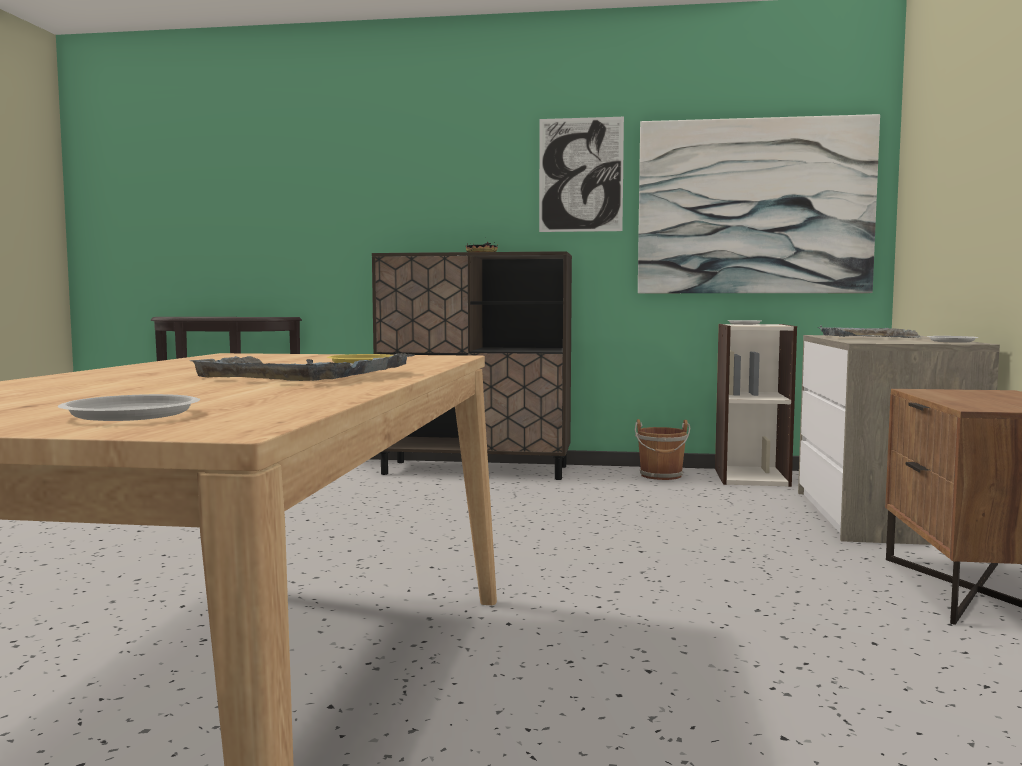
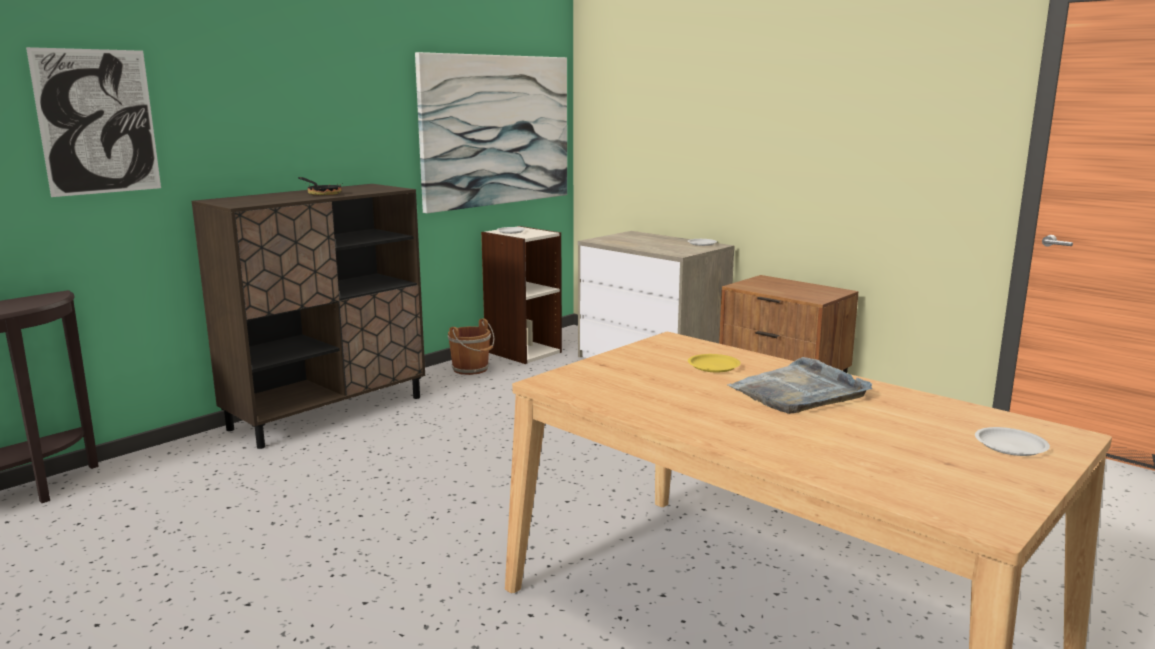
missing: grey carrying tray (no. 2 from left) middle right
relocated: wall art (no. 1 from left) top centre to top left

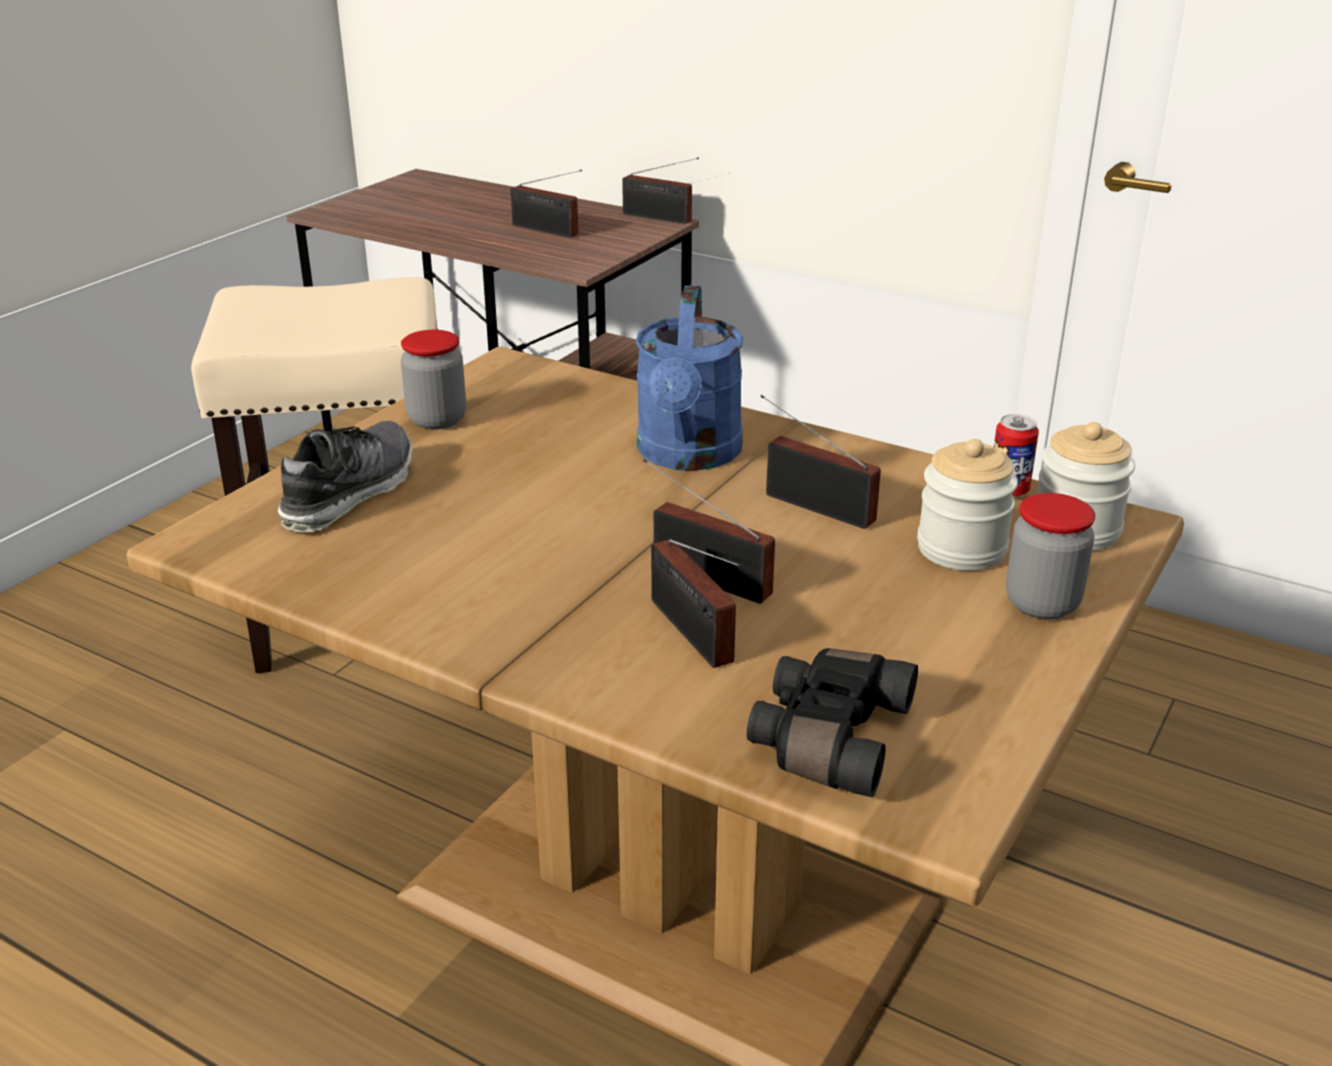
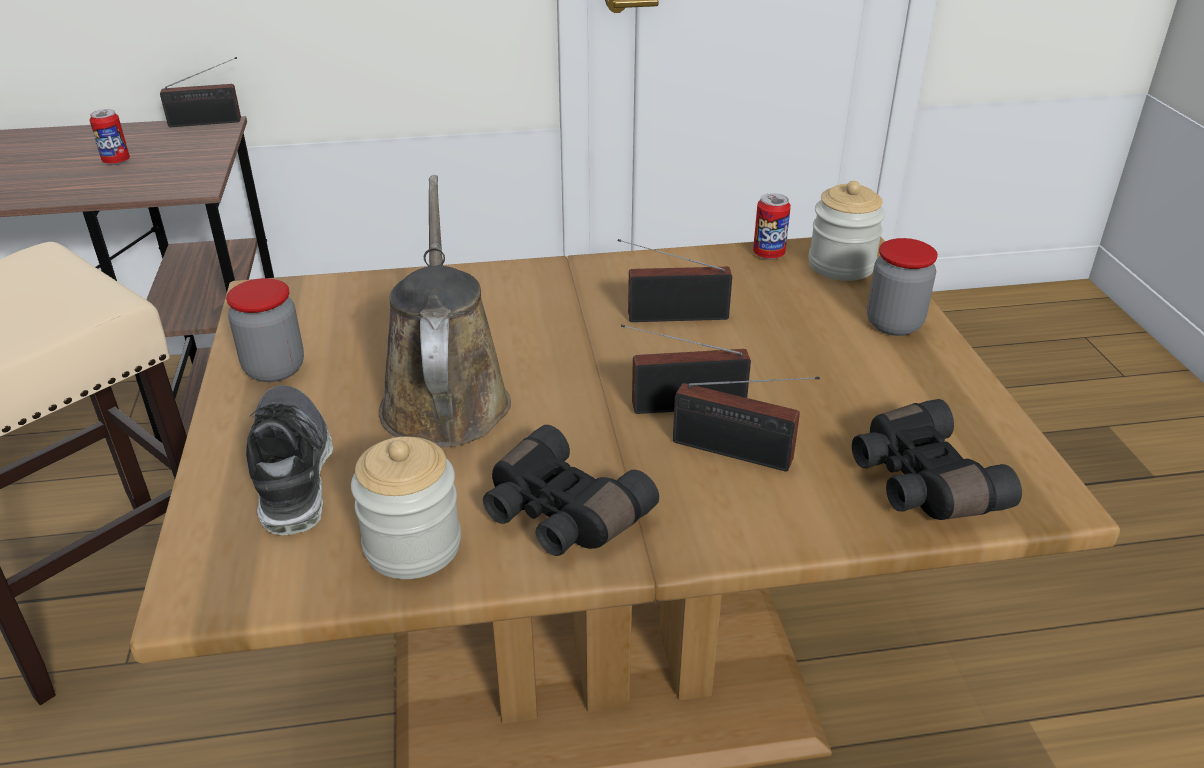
missing: bluish watering pot centre
appeared: brown-coloured watering pot centre; black-coloured pair of binoculars (no. 1 from left) centre
relocated: jar (no. 2 from left) middle right to centre
exchanged: radio (no. 1 from left) top centre to can (no. 1 from left) top left

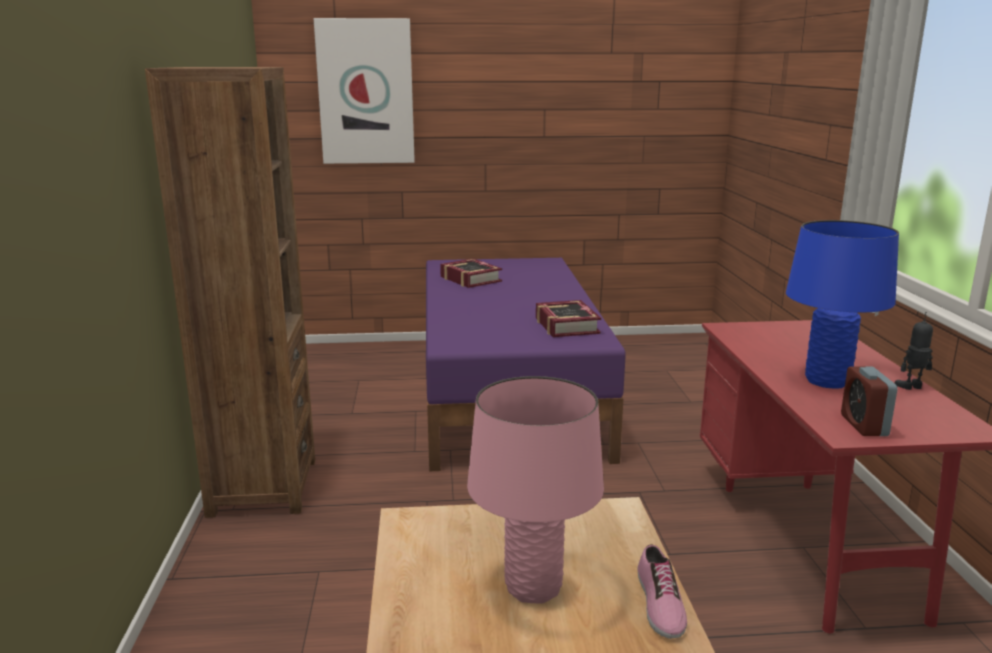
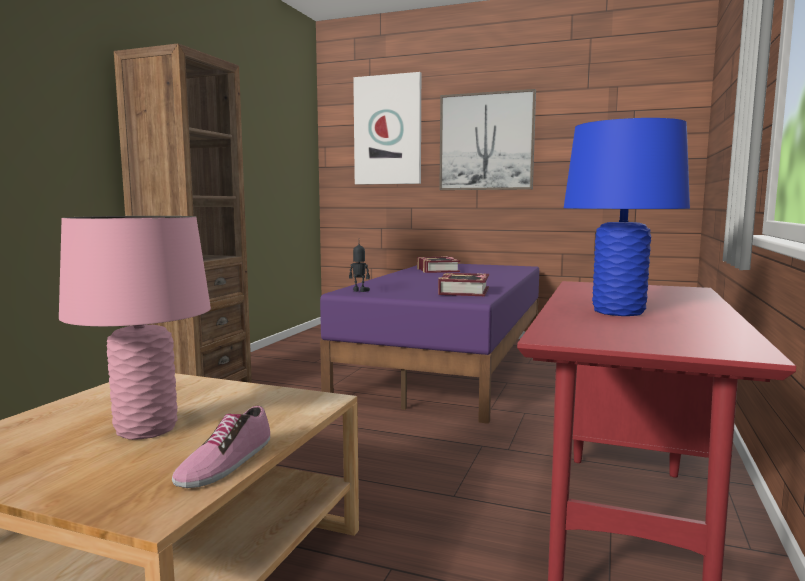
missing: bedside clock middle right
appeared: wall art (no. 2 from left) top centre
relocated: model robot middle right to centre

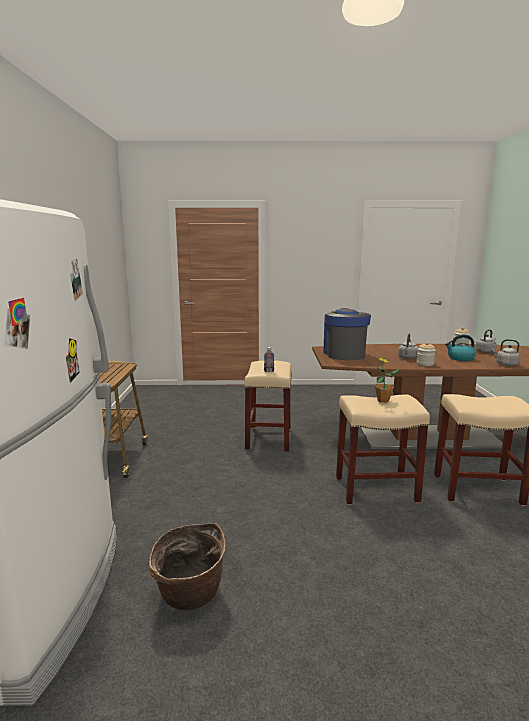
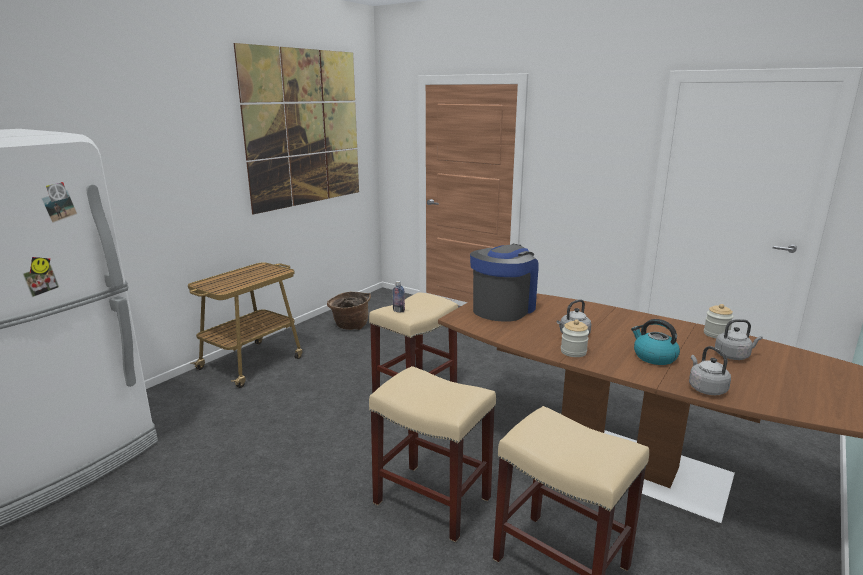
missing: houseplant middle right
appeared: wall art top centre
relocated: storage basket bottom centre to centre

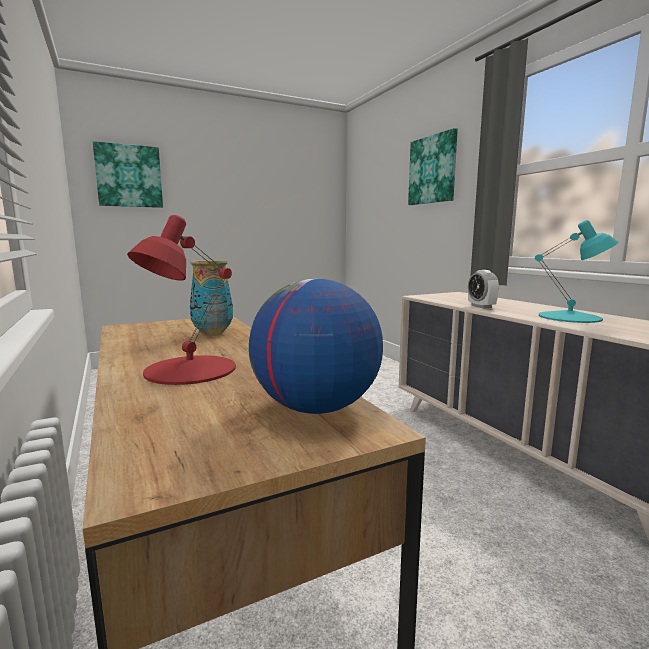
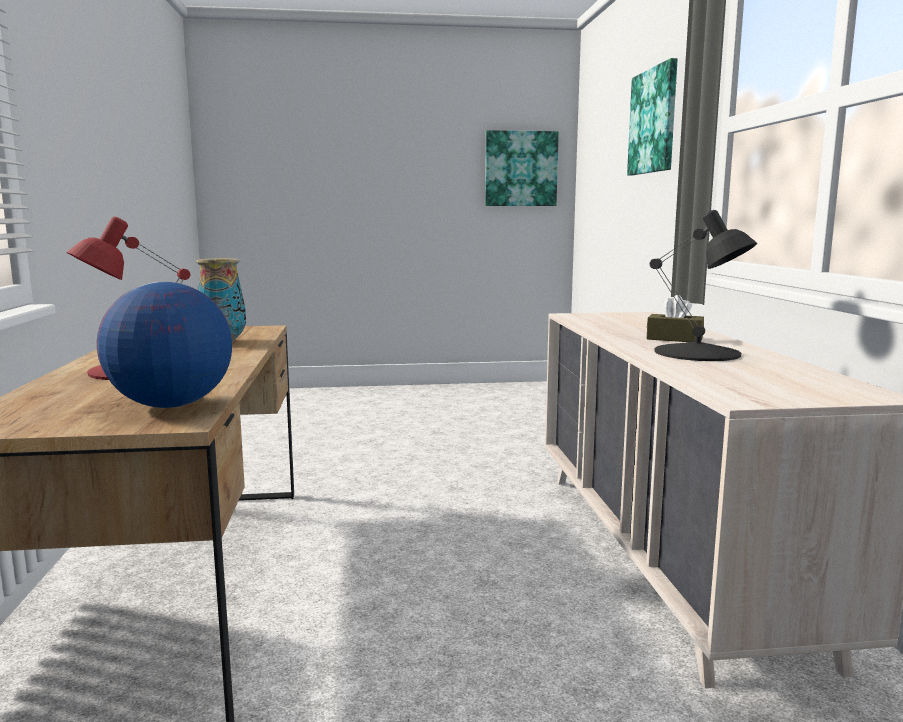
missing: bedside clock middle right
appeared: brown-coloured box of tissues middle right
relocated: wall art (no. 1 from left) top left to top centre
colour: turquoise-coloured tabletop lamp middle right to black-coloured tabletop lamp middle right

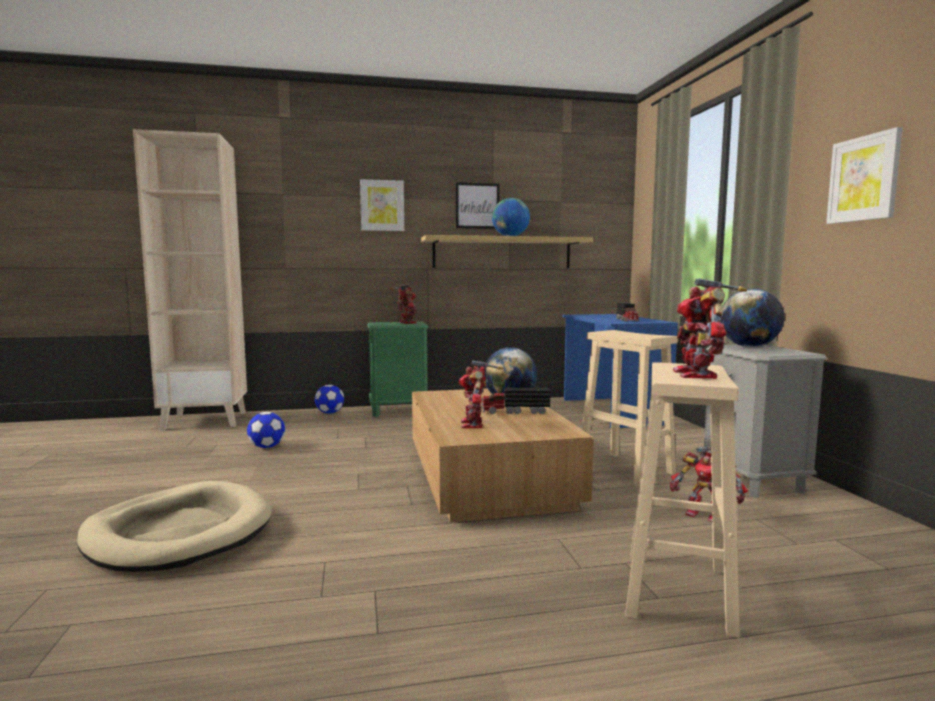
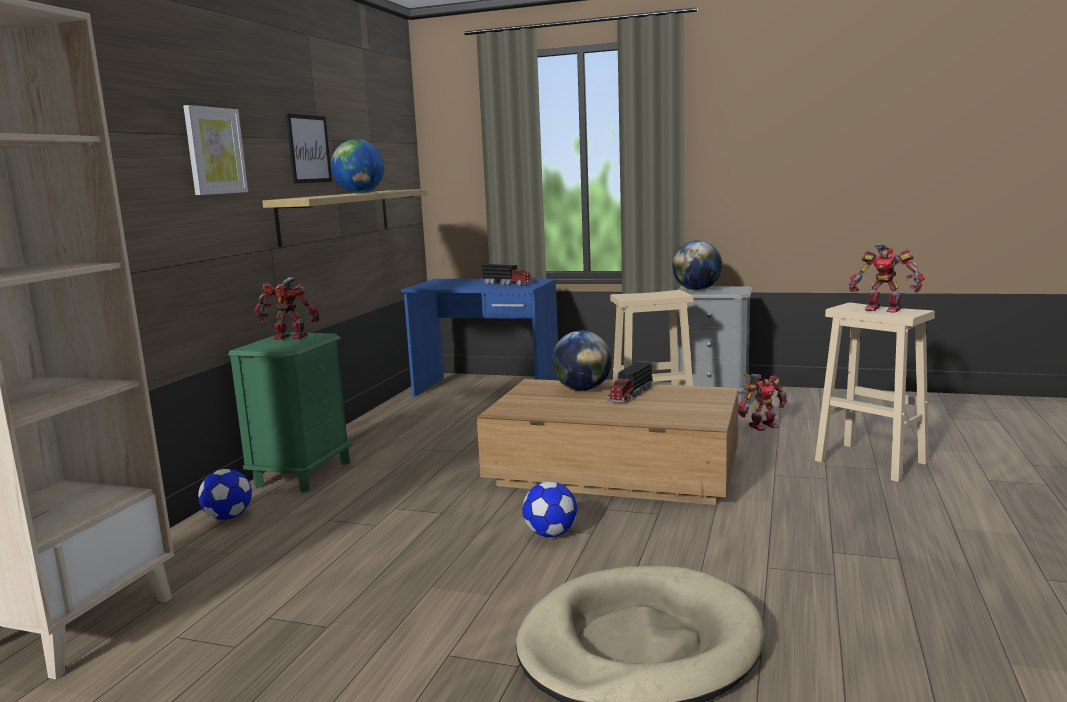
missing: wall art (no. 3 from left) top right; model robot (no. 2 from left) centre
relocated: football (no. 1 from left in the first image) middle left to football (no. 2 from left) bottom centre

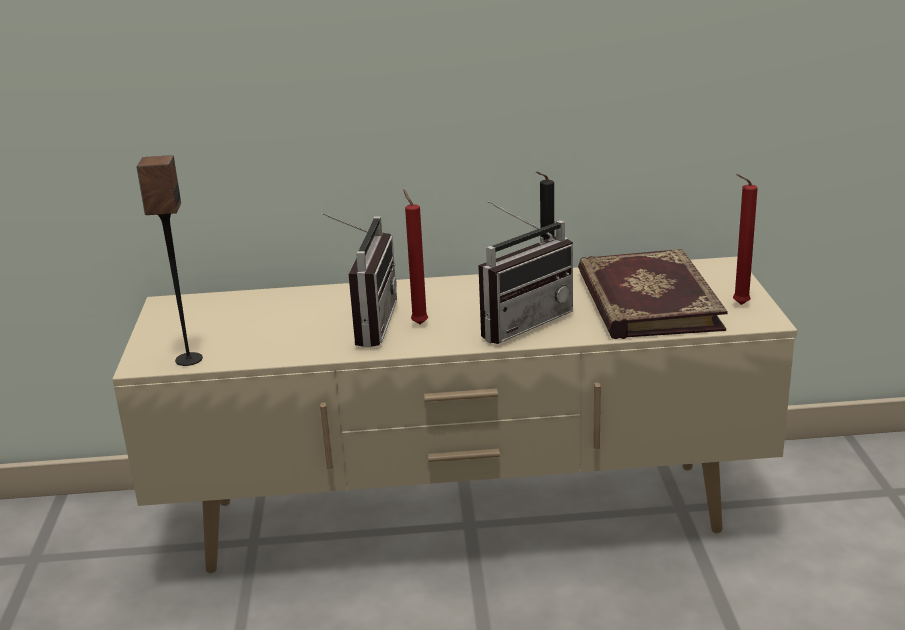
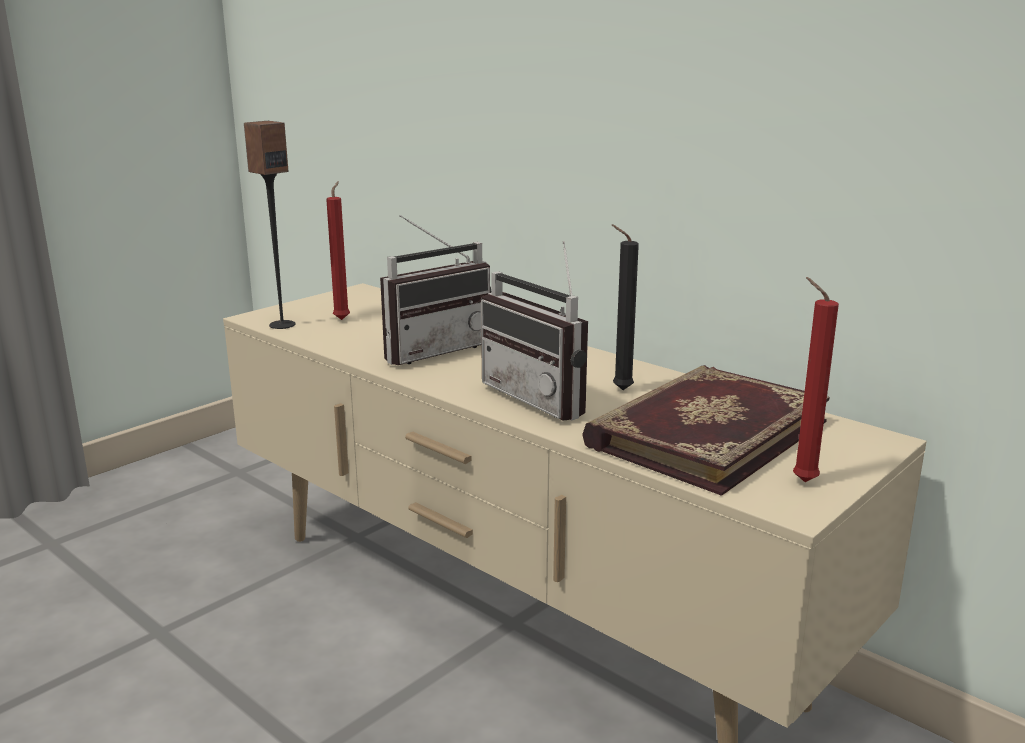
relocated: red-coloured candle (no. 1 from left) centre to middle left
spun: radio (no. 2 from left) centre = centre 45 degrees clockwise

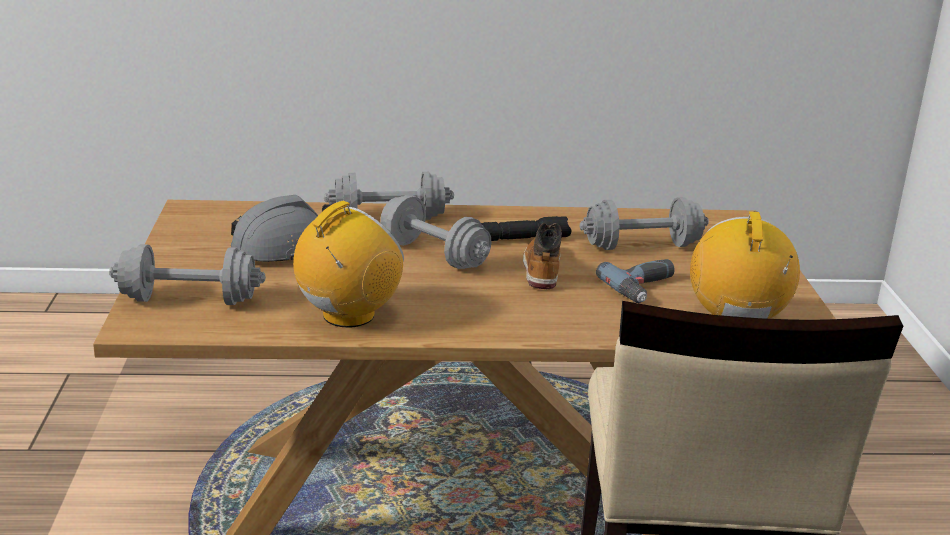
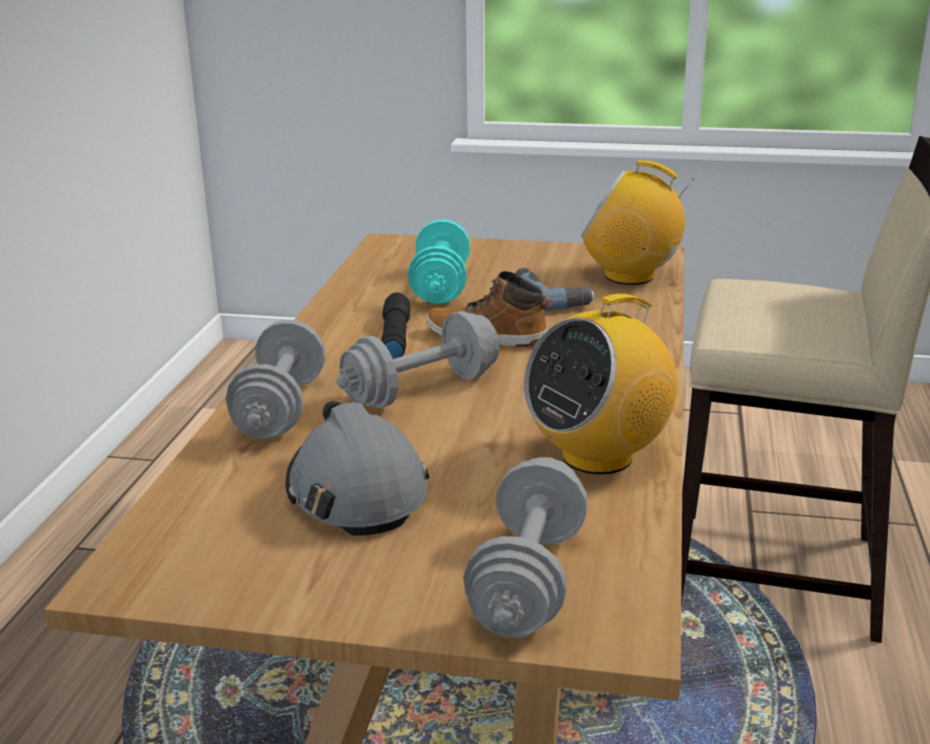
colour: grey dumbbell (no. 4 from left) middle right to turquoise-coloured dumbbell centre
spun: radio (no. 1 from left) centre = centre 90 degrees counterclockwise

